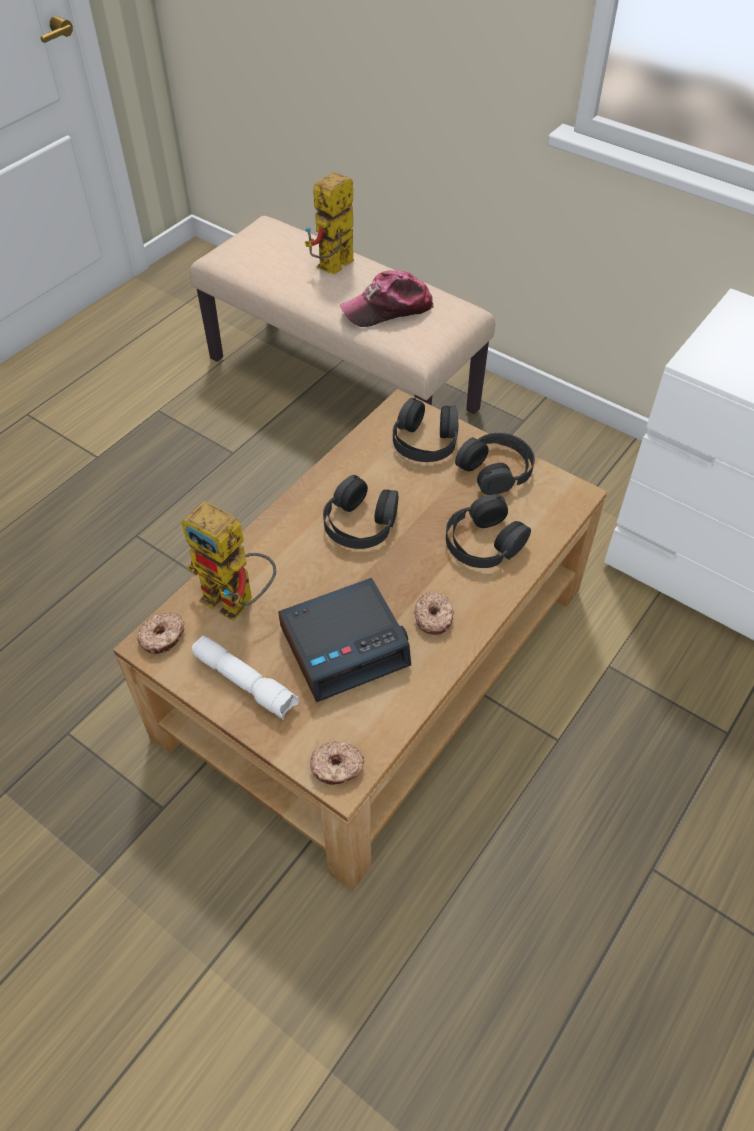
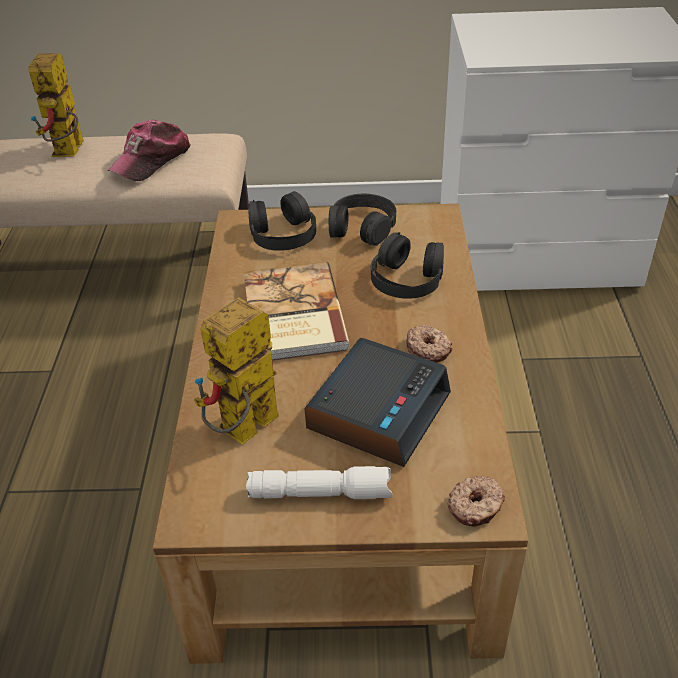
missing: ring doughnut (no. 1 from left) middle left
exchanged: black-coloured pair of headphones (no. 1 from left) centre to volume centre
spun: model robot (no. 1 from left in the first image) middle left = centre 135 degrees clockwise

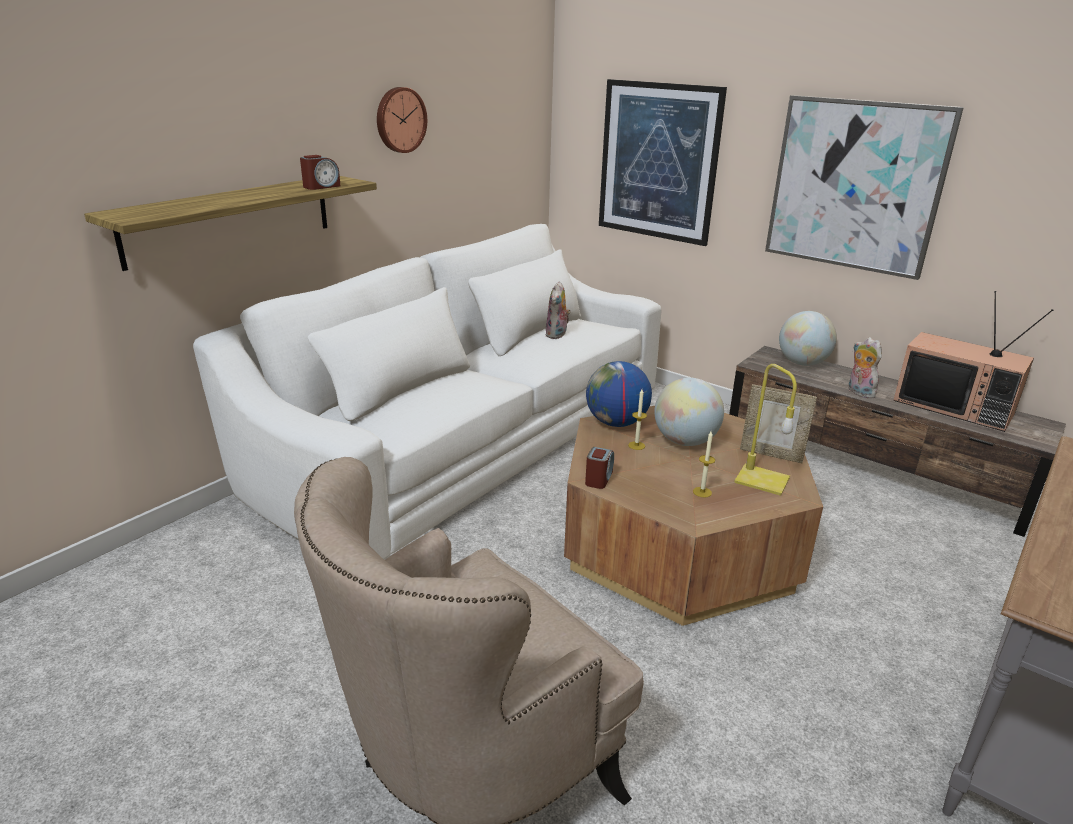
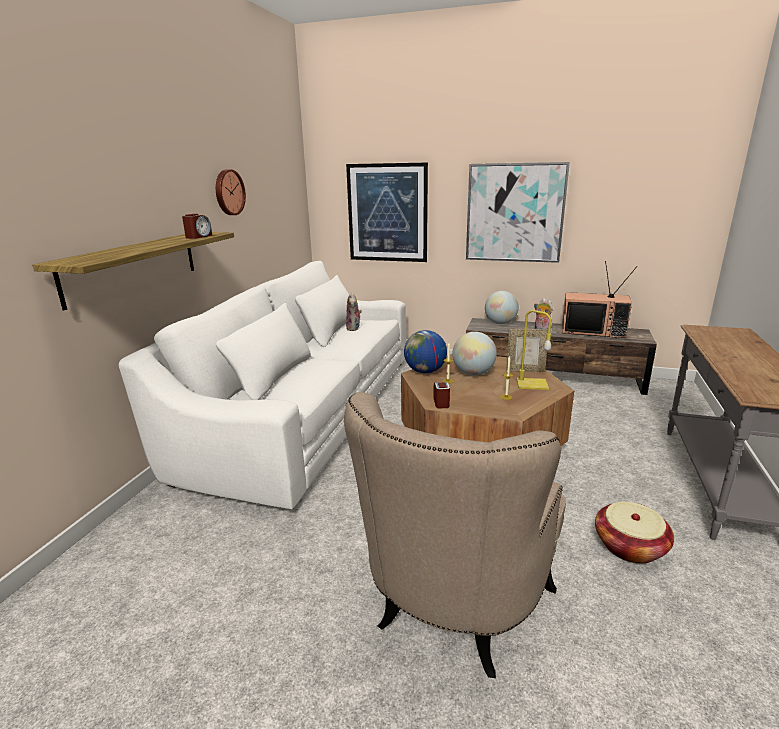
appeared: storage basket bottom right

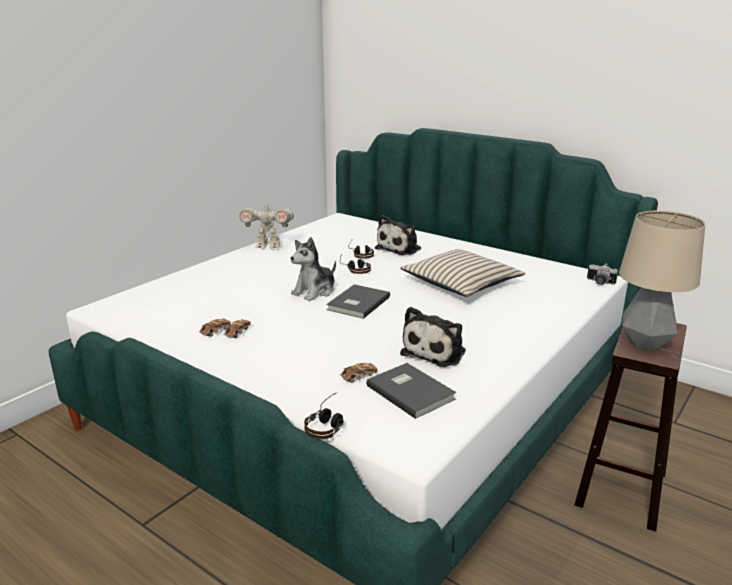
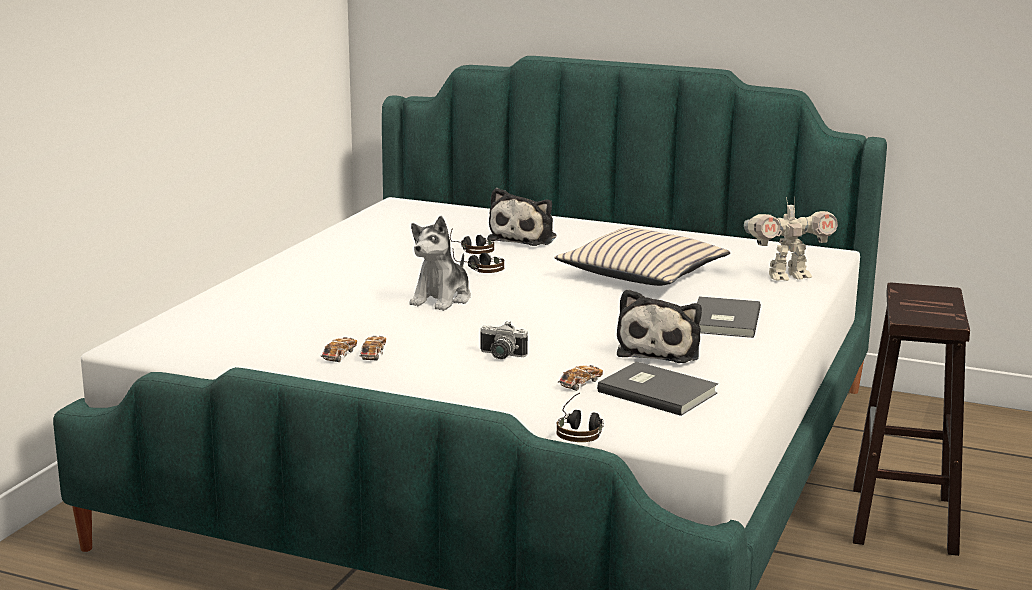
missing: tabletop lamp middle right
relocated: model robot centre to middle right; photo camera middle right to centre; grey volume (no. 1 from left in the first image) centre to grey volume (no. 2 from left) middle right

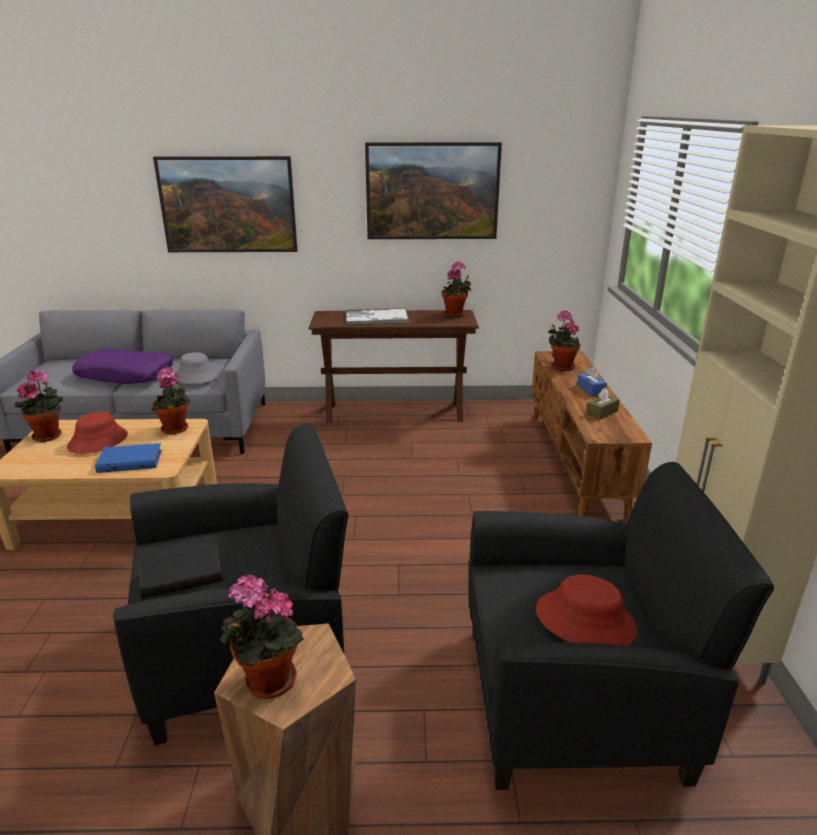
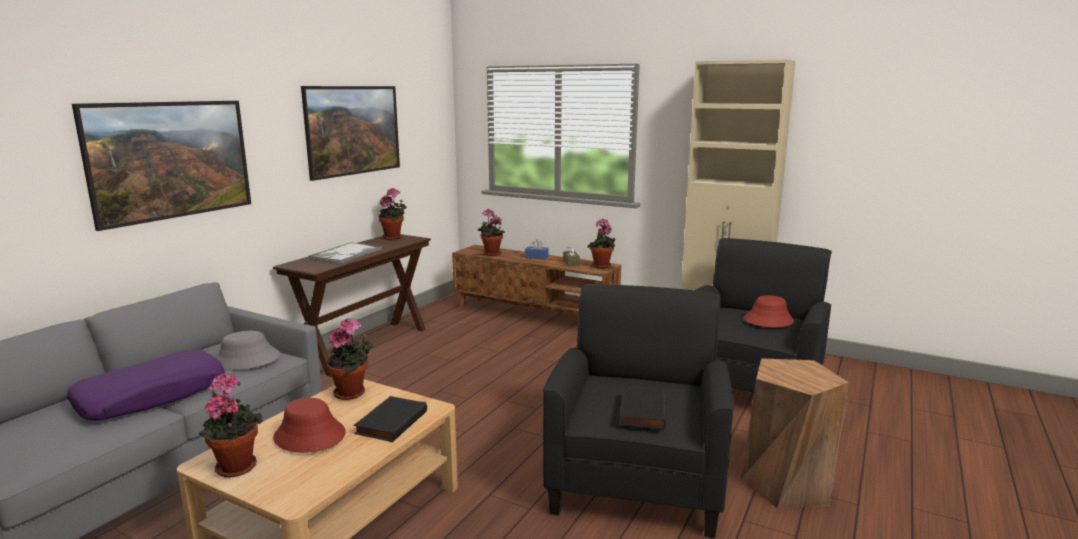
relocated: houseplant (no. 3 from left in the first image) bottom left to houseplant (no. 5 from left) centre
colour: bluish volume middle left to black-coloured volume (no. 1 from left) bottom centre

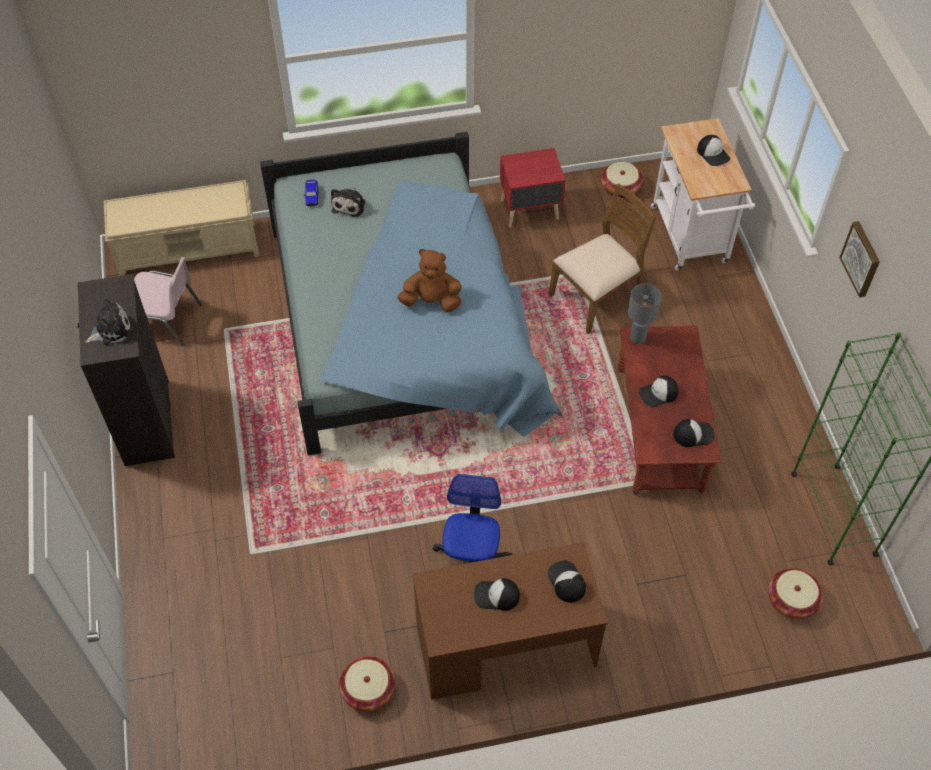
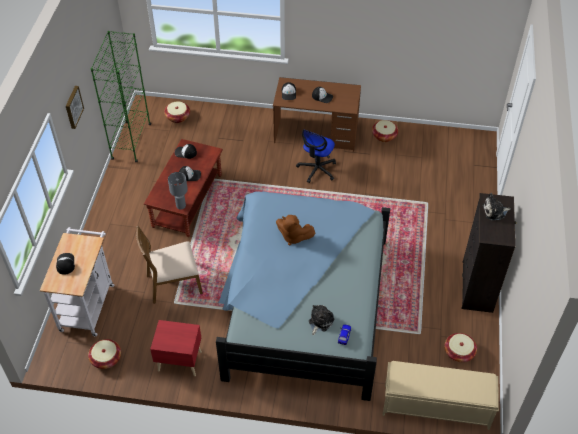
exchanged: pink chair middle left to storage basket (no. 4 from left) bottom right

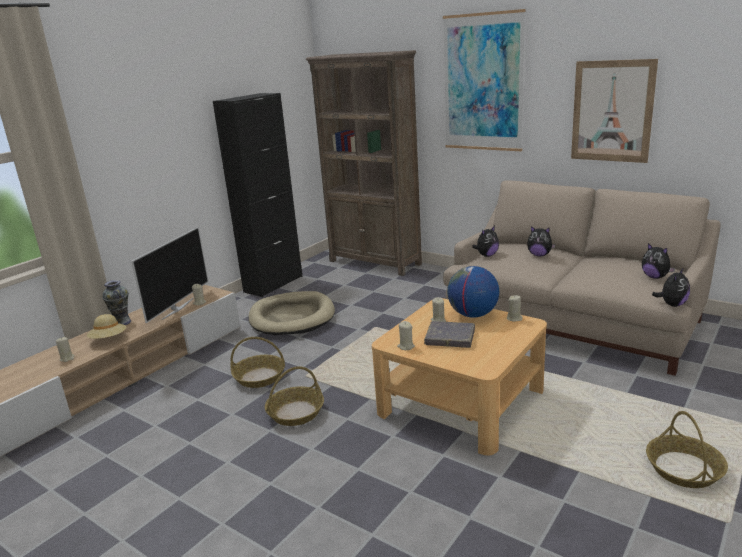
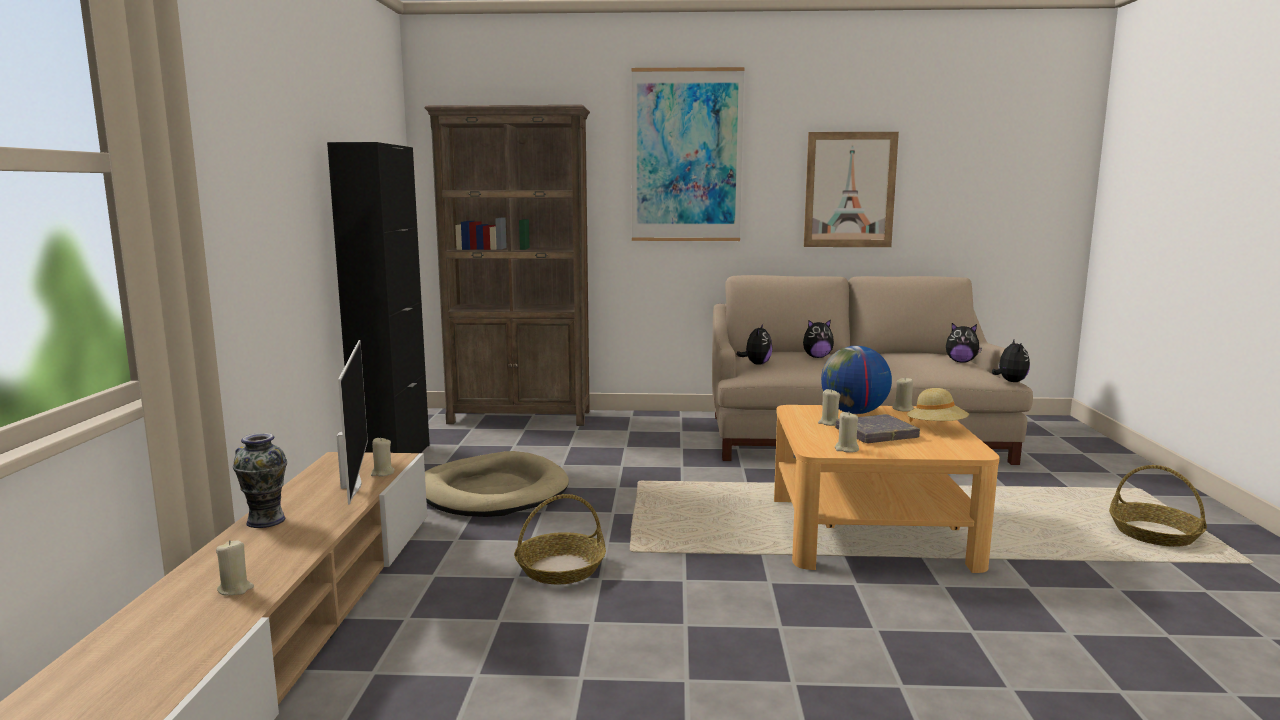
missing: storage basket (no. 2 from left) bottom centre
relocated: beige hat middle left to middle right

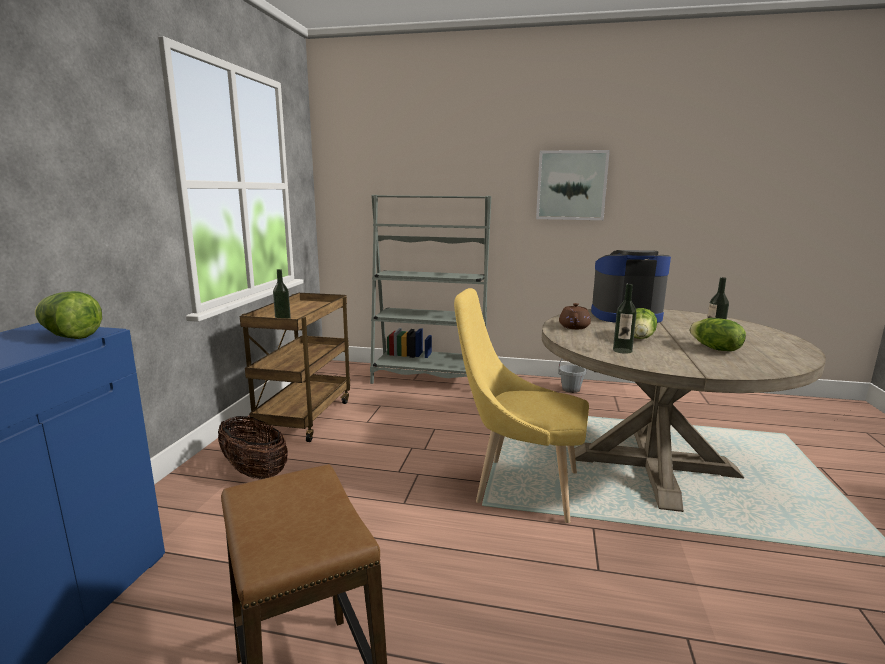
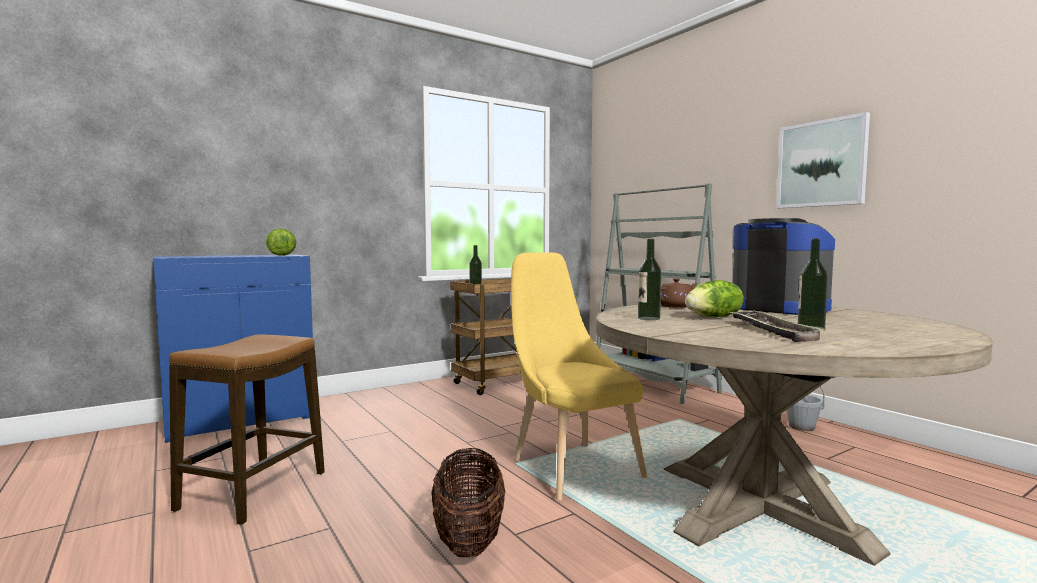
relocated: storage basket bottom left to bottom centre
exchanged: head of lettuce (no. 3 from left) middle right to carrying tray middle right

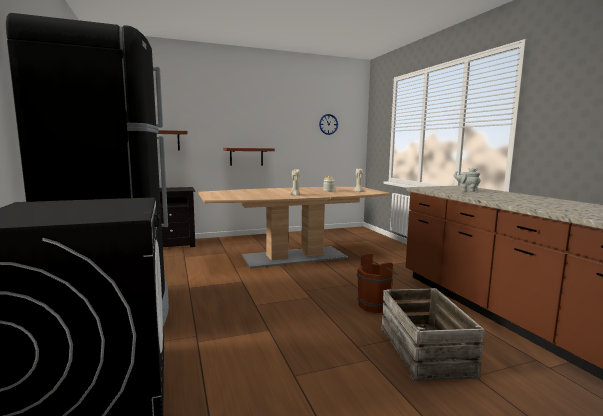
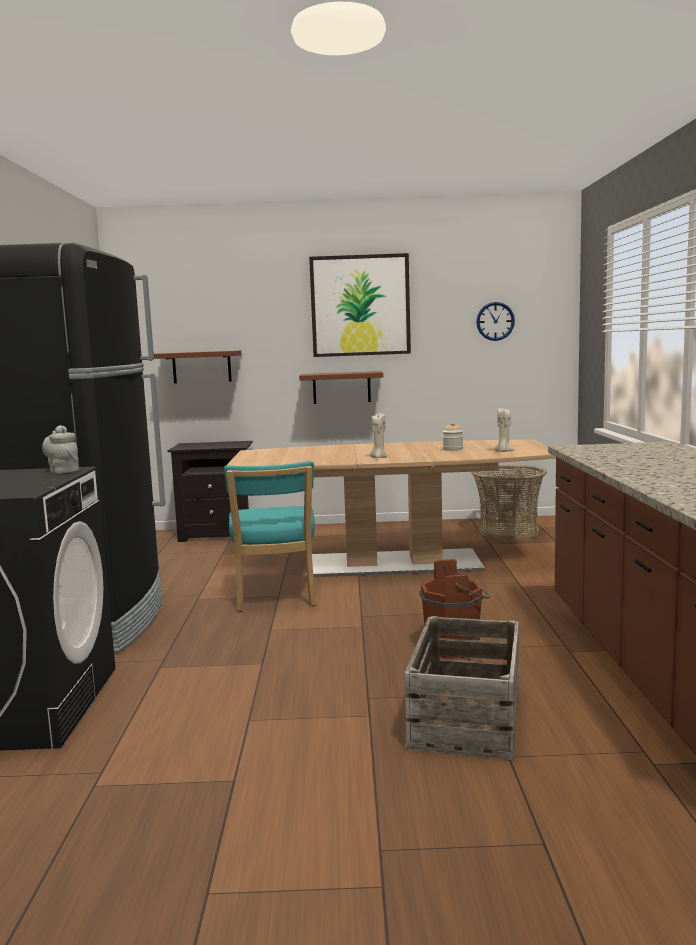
appeared: wall art top centre; turquoise-coloured chair centre; storage basket middle right
relocated: grey teapot middle right to middle left

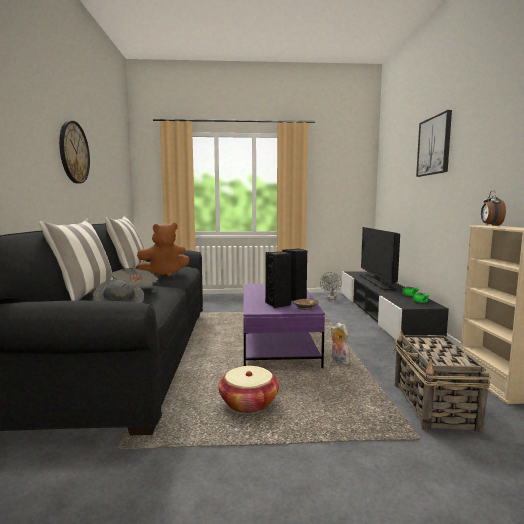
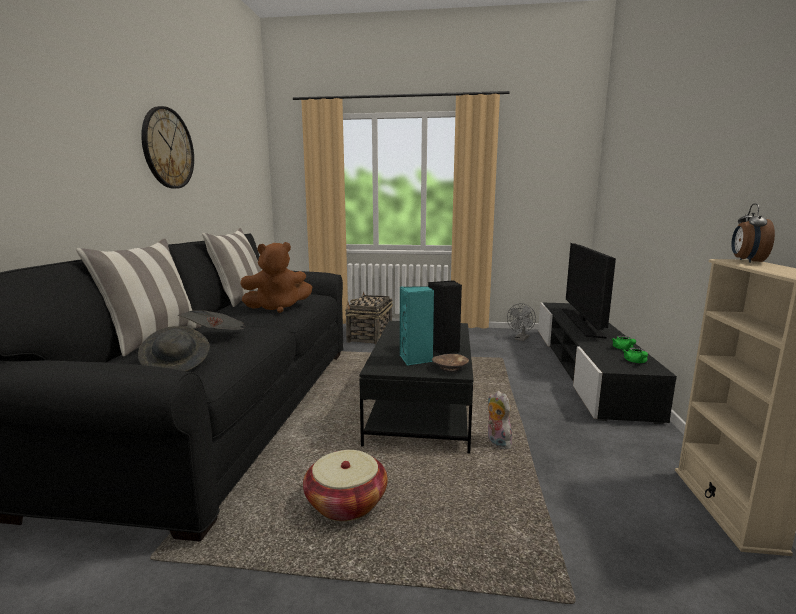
missing: wall art top right
relocated: storage basket (no. 2 from left) bottom right to centre
colour: black-coloured audio speaker (no. 1 from left) centre to turquoise-coloured audio speaker centre; purple lounge table centre to black-coloured lounge table centre

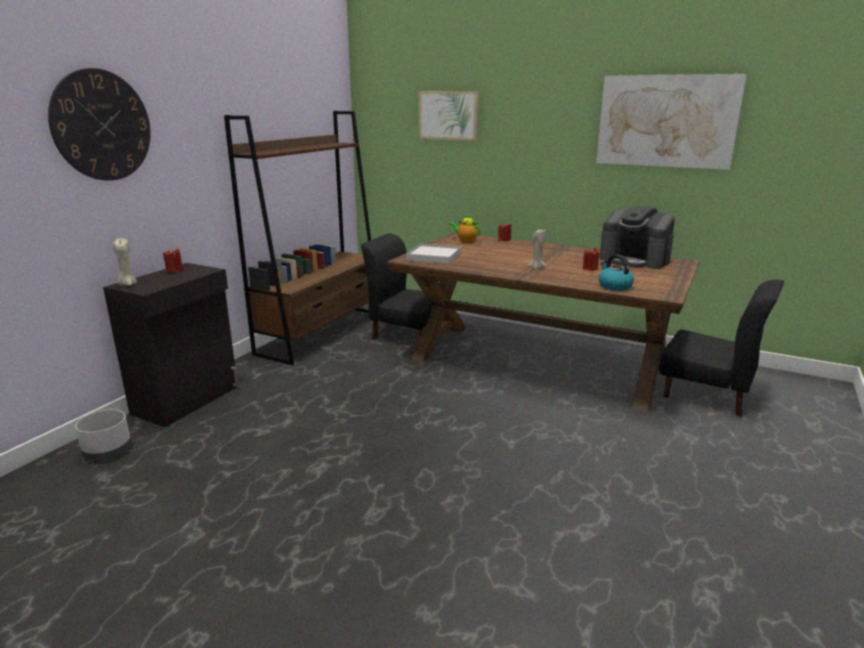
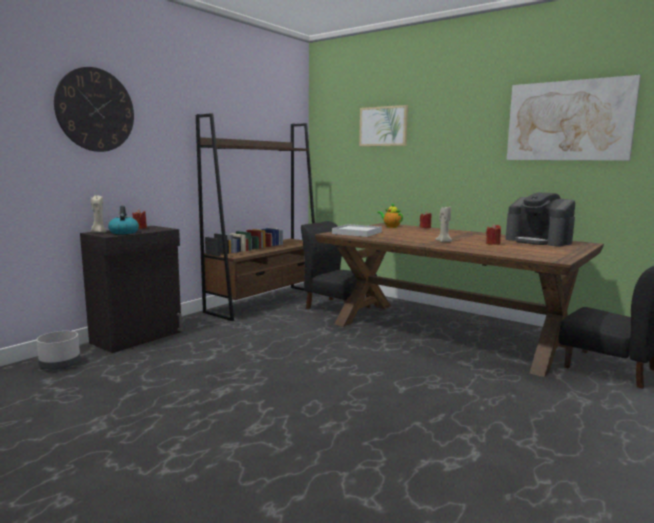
relocated: water kettle middle right to middle left

